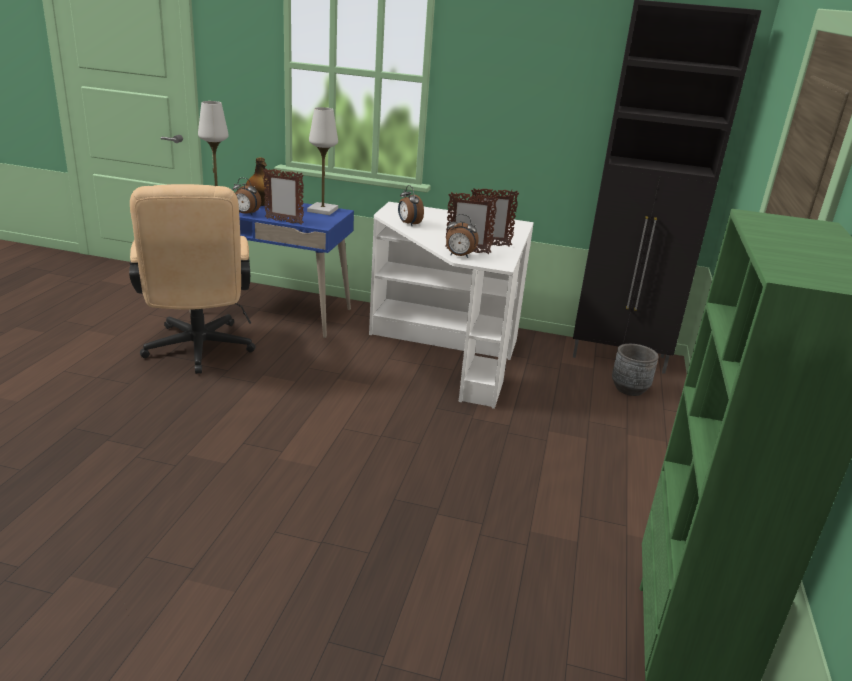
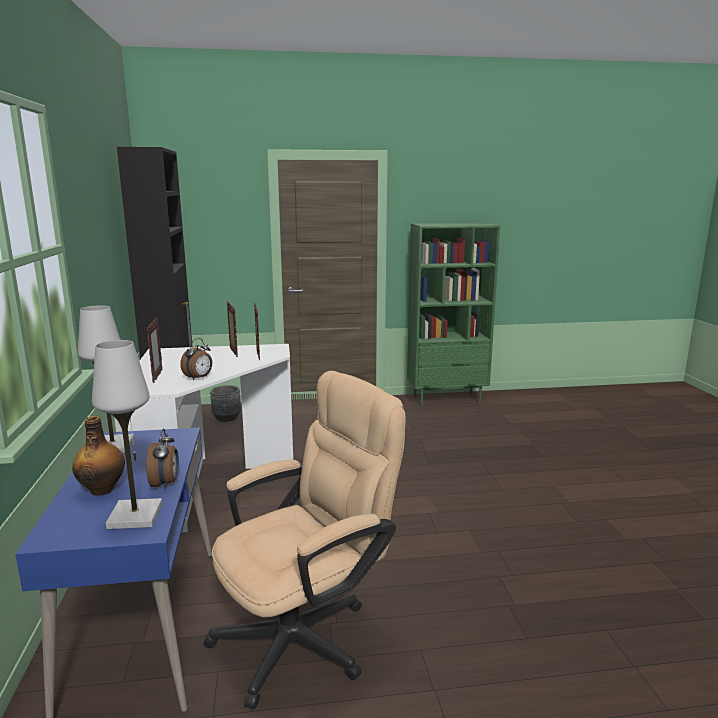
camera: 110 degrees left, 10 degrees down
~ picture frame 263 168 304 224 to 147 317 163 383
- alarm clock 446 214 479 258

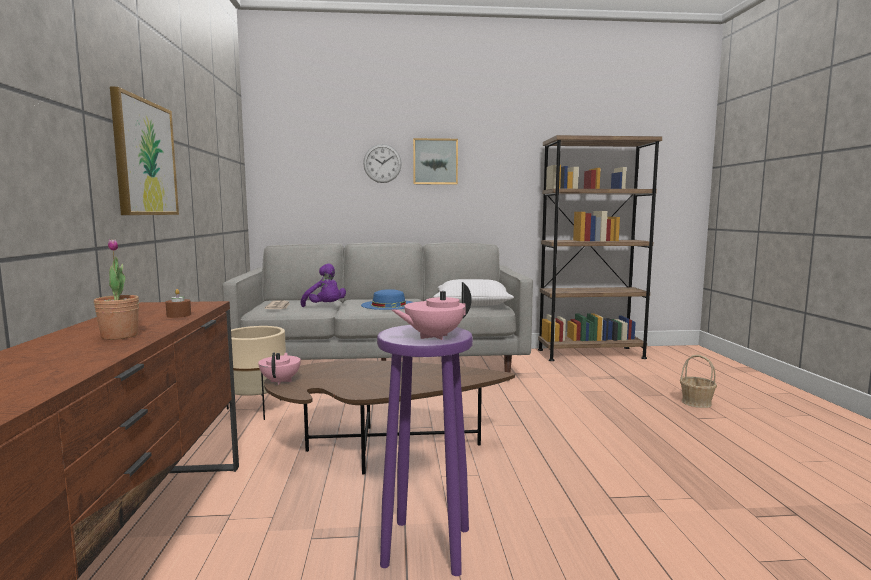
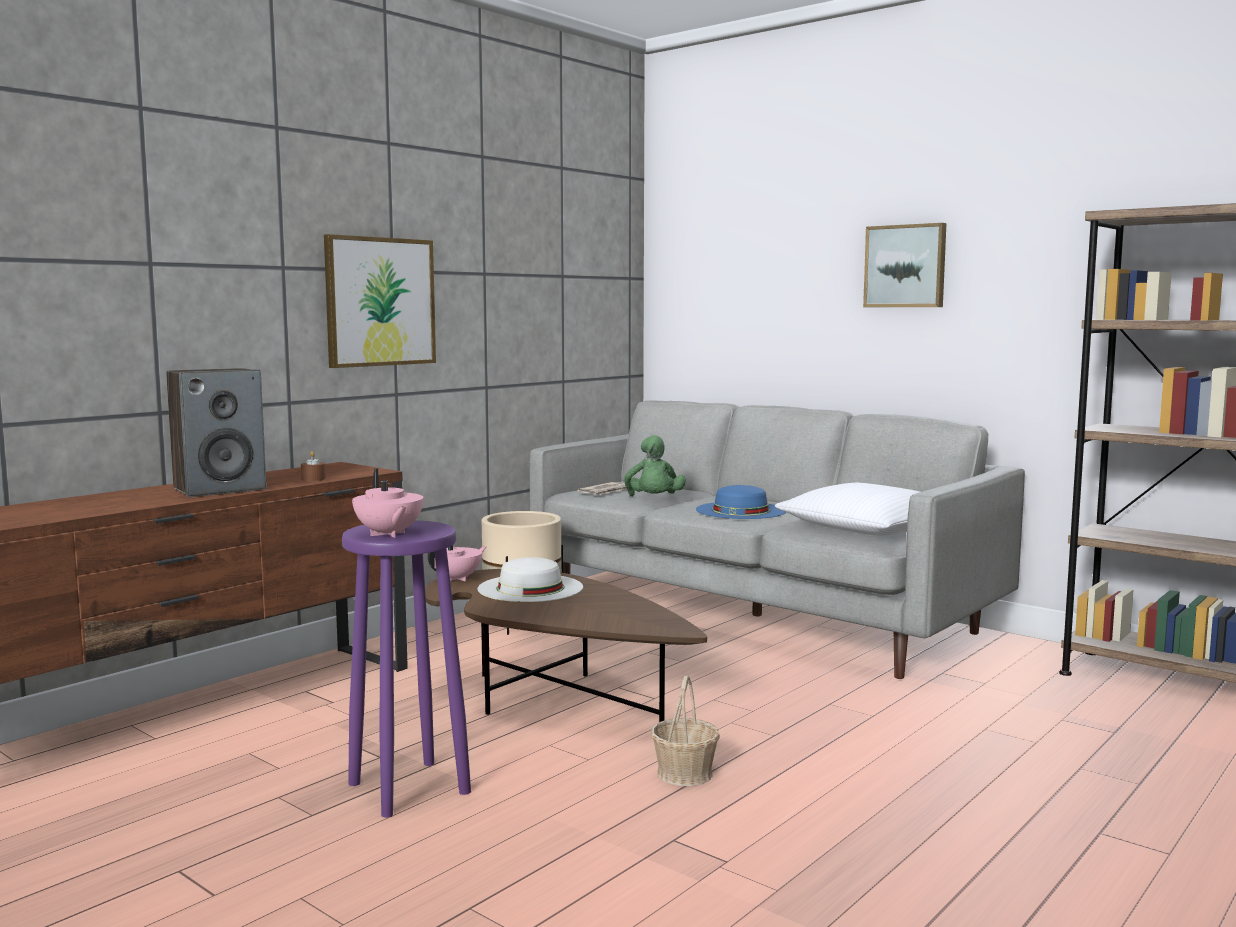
camera: 45 degrees right, 0 degrees up
~ potted plant 94 239 139 340 to speaker 166 368 266 497
~ purple plush toy 301 263 346 307 to green plush toy 624 435 686 496
- wall clock 363 144 402 183
~ pink teapot 392 282 472 340 = 352 469 423 538 135 degrees counterclockwise
~ basket 680 355 717 408 to 651 675 720 786
+ white hat 478 557 583 602

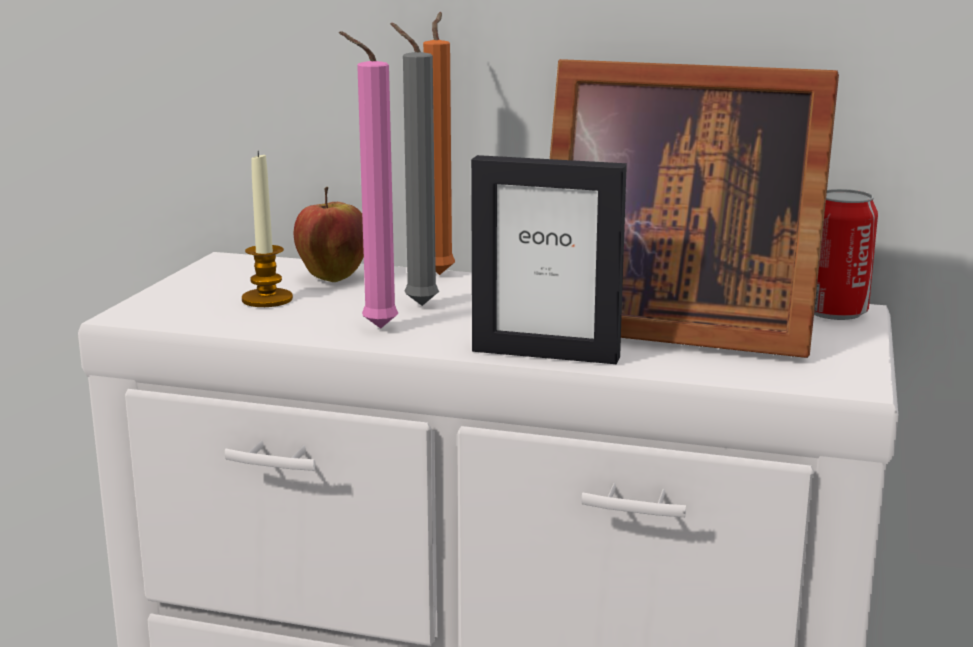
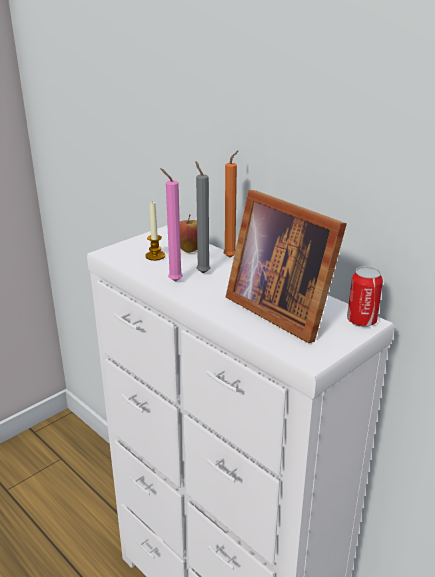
camera: 30 degrees right, 10 degrees up
- picture frame 471 155 627 364

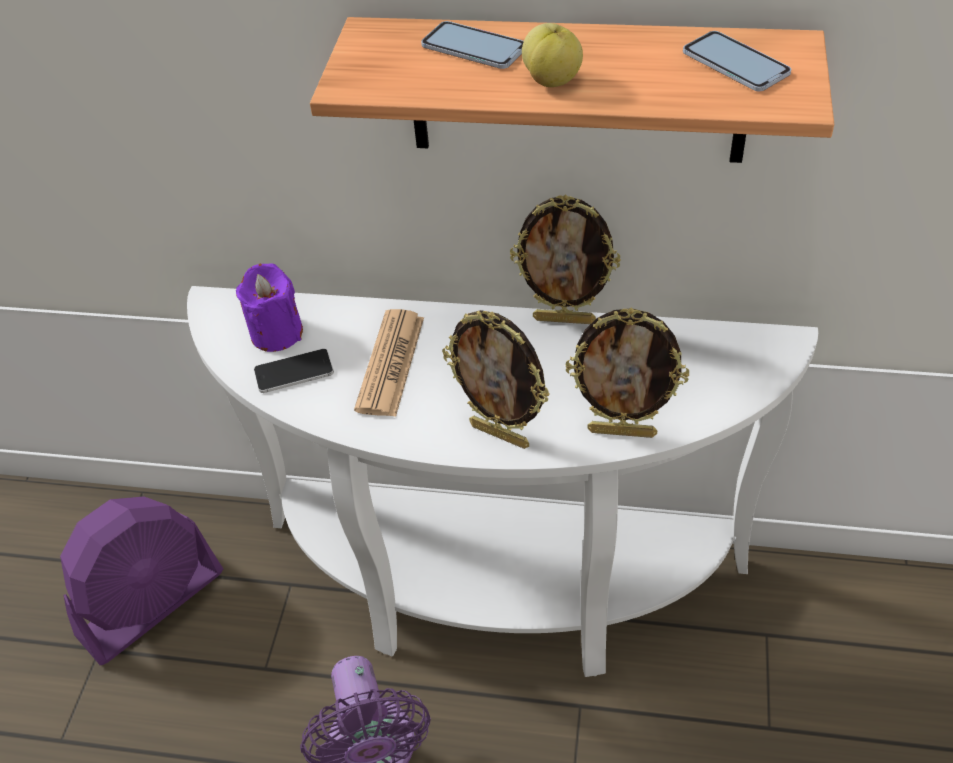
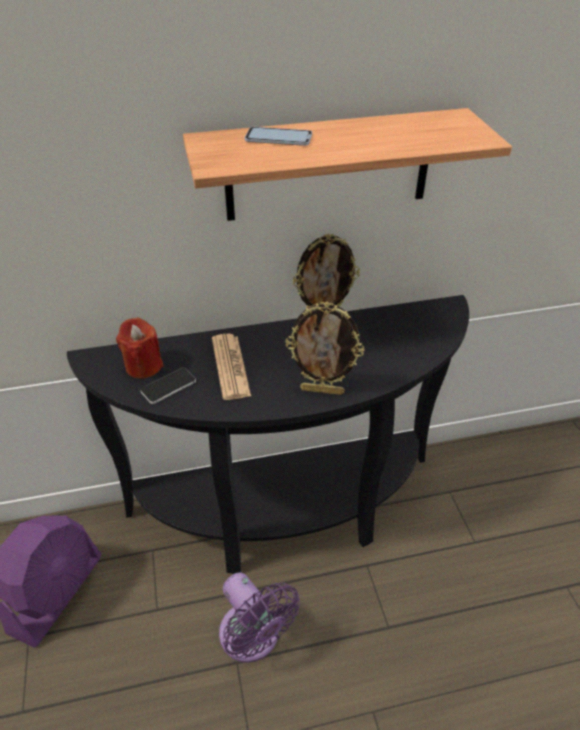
camera: 25 degrees left, 5 degrees down
~ white console table 187 286 818 677 to black console table 67 295 469 574
~ purple candle 236 263 303 352 to red candle 116 317 163 379
- apple 522 23 583 87
- picture frame 565 307 689 438
- phone 683 31 791 91

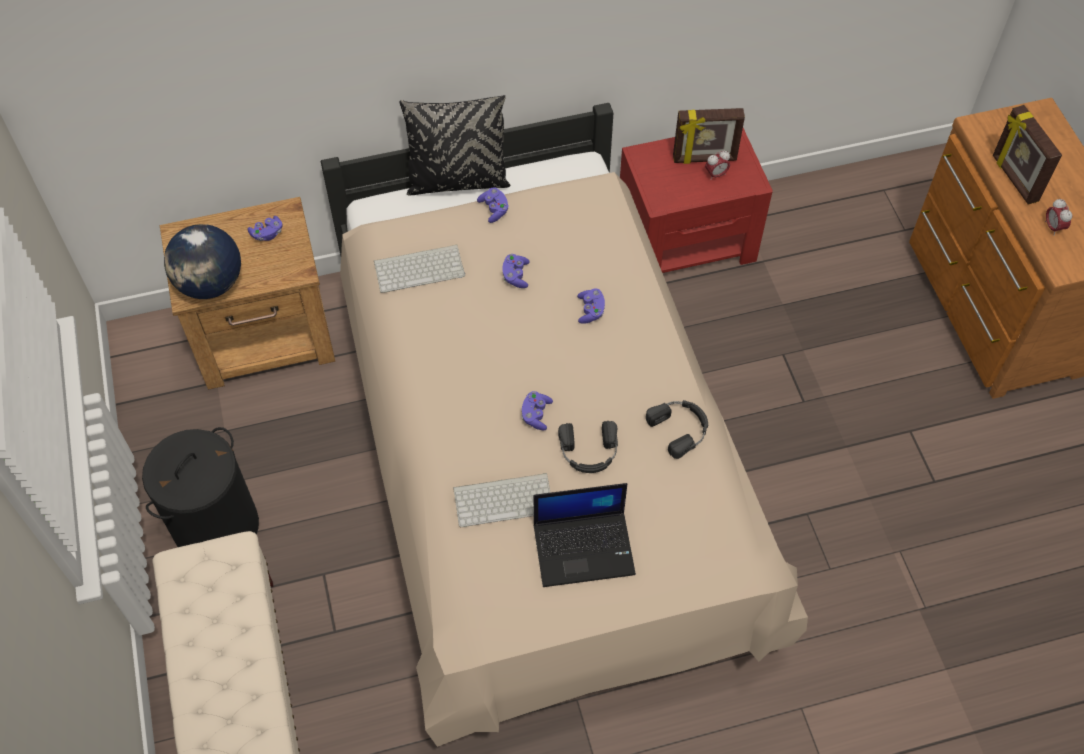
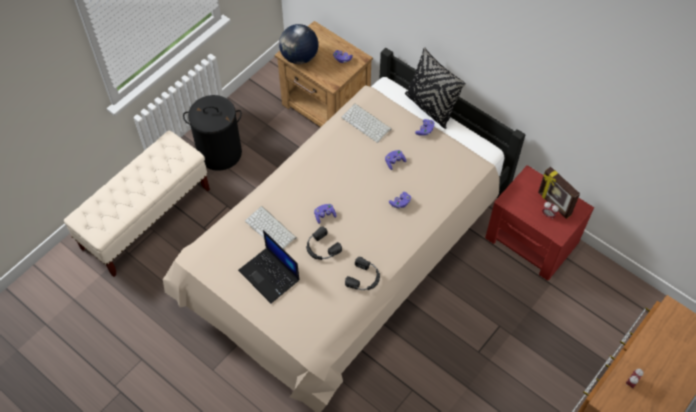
camera: 55 degrees right, 0 degrees up
- picture frame 993 105 1062 205

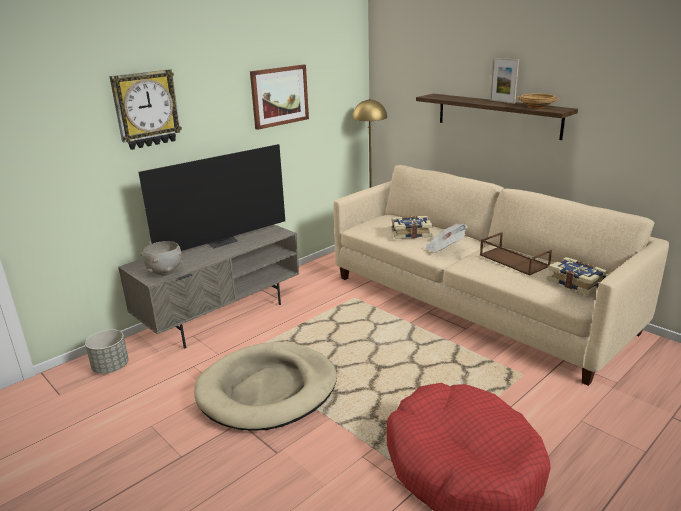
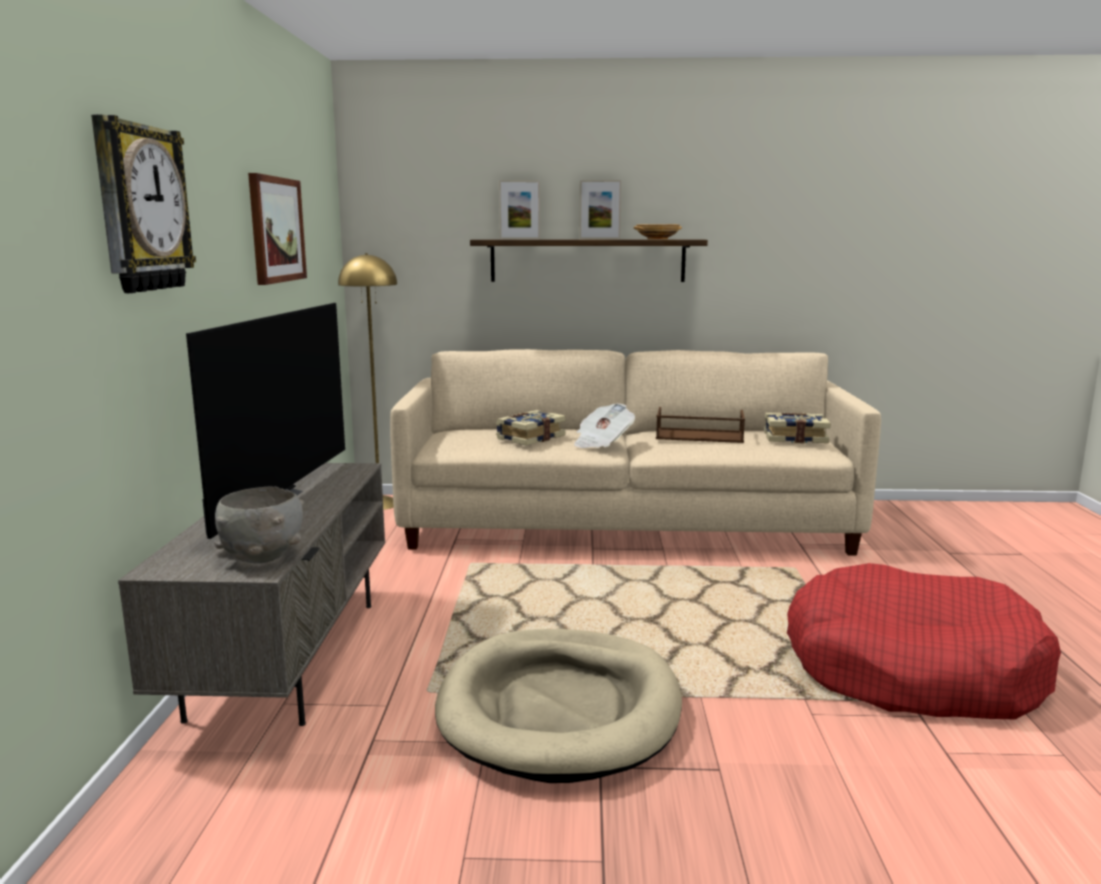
camera: 45 degrees left, 10 degrees down
- grey planter 85 330 129 374
+ picture frame 499 180 540 239

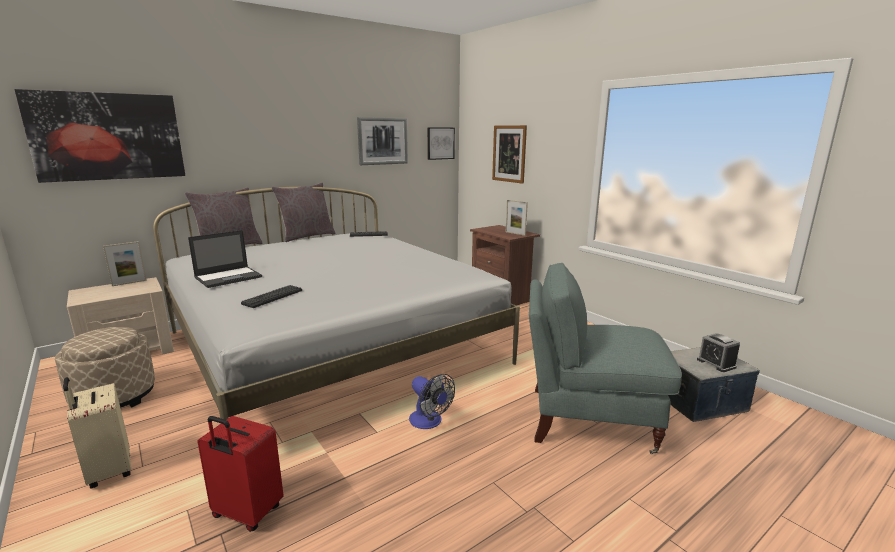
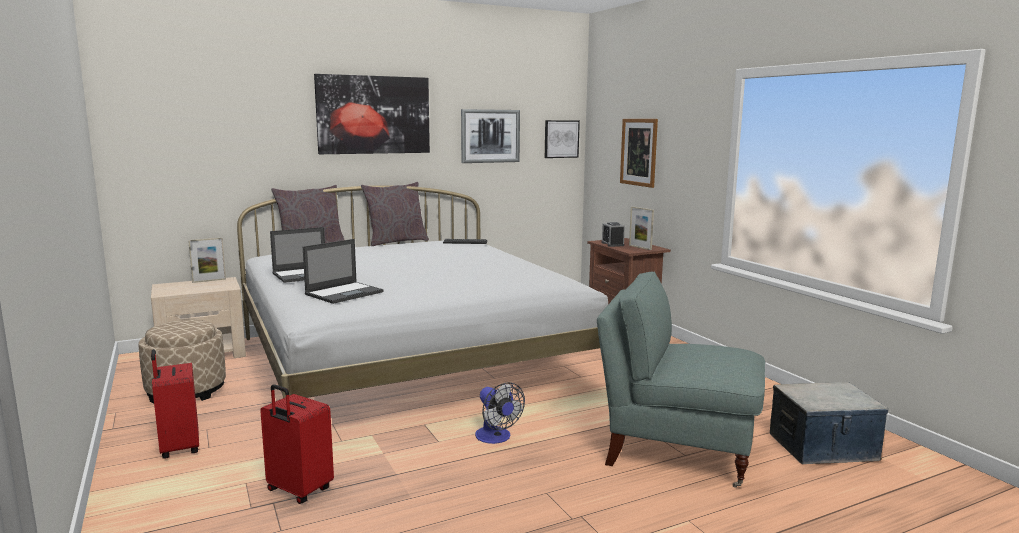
camera: 10 degrees right, 5 degrees down
~ picture 14 89 185 183 to 314 74 430 154
~ beige suitcase 63 377 131 489 to red suitcase 151 349 199 459
~ keyboard 241 285 302 308 to laptop 303 239 384 304
~ alarm clock 697 333 740 372 to 601 222 625 247

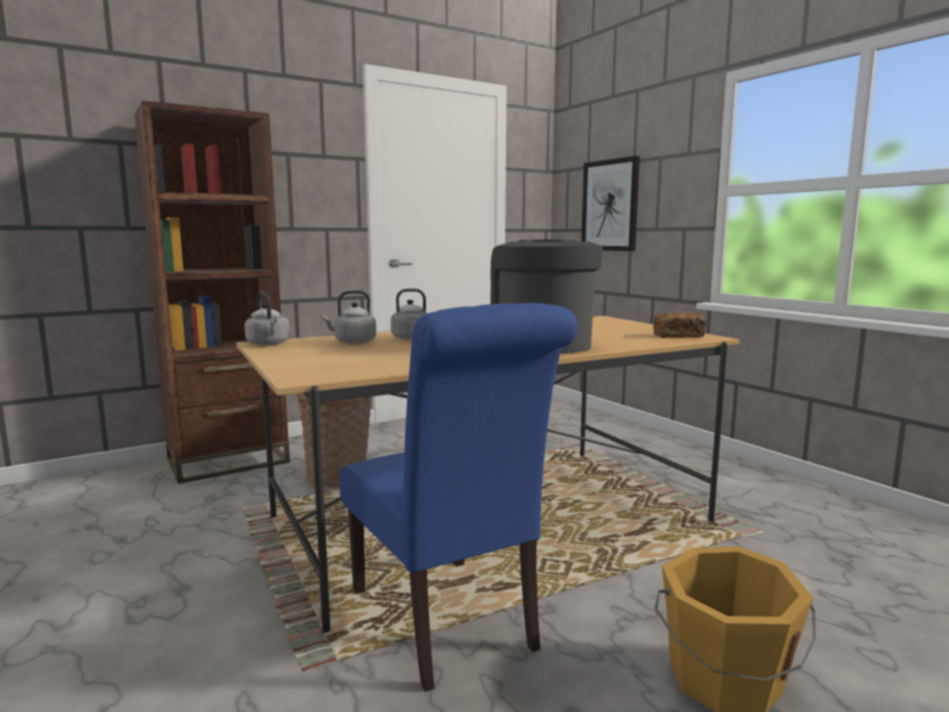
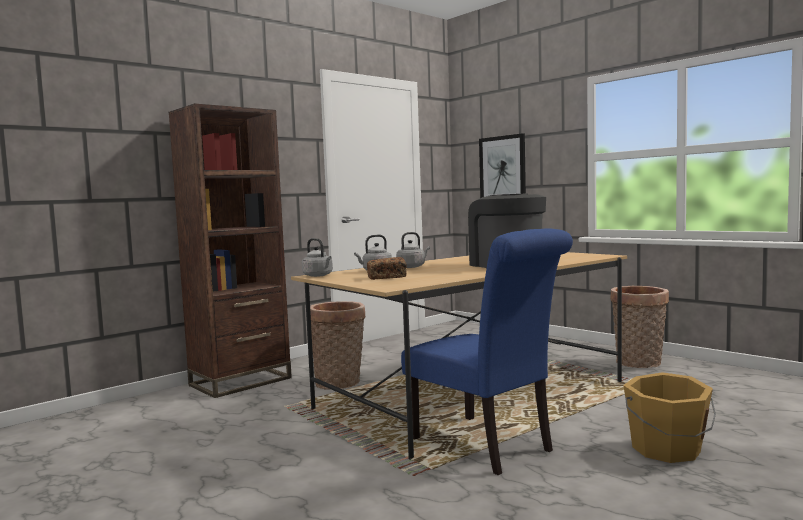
camera: 10 degrees left, 5 degrees down
~ bread 653 312 706 338 to 367 257 407 280
+ basket 610 286 669 368

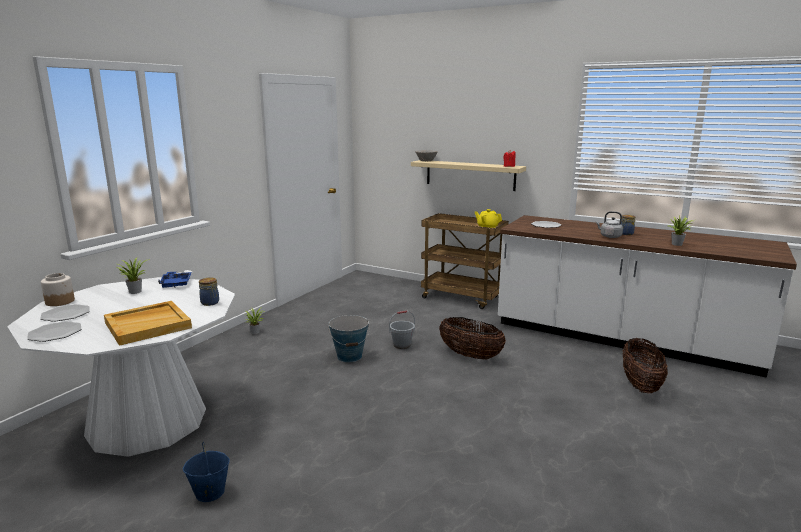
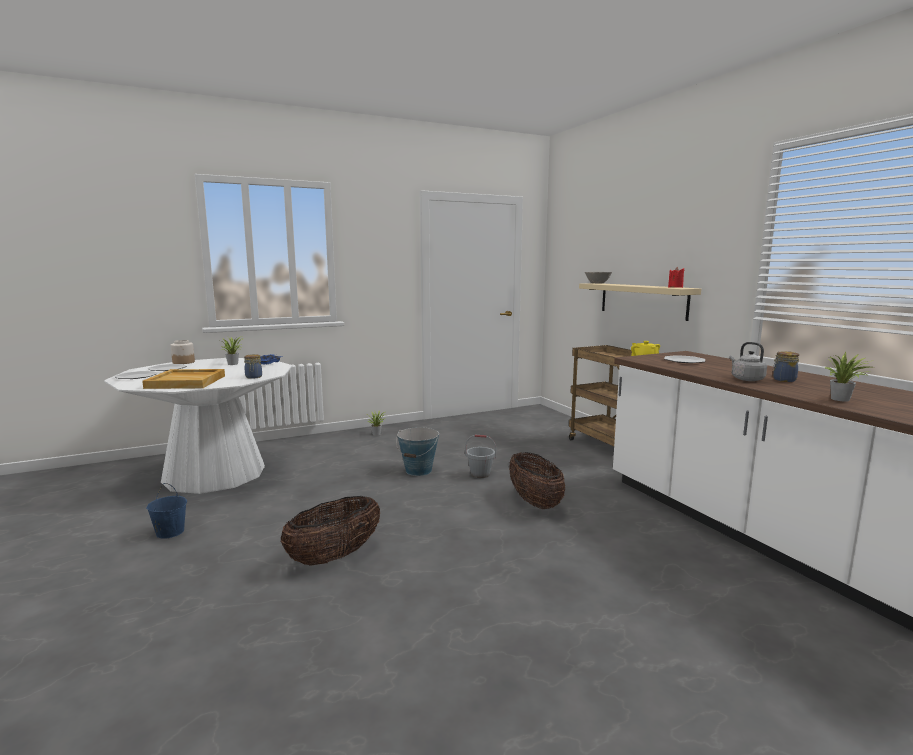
camera: 35 degrees right, 5 degrees down
~ basket 623 338 668 393 to 281 496 380 566

